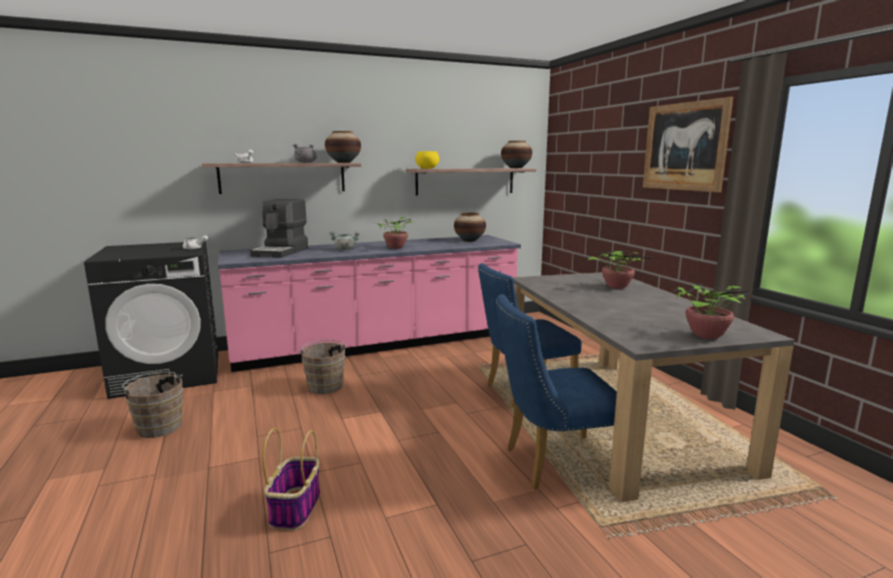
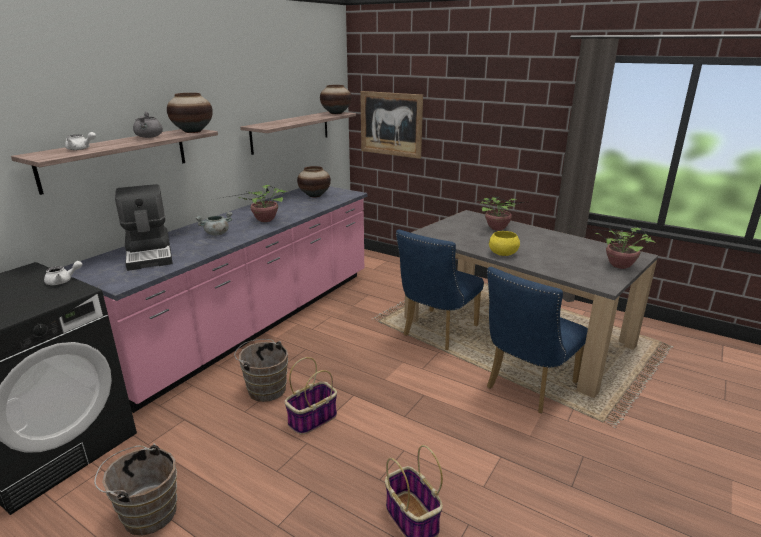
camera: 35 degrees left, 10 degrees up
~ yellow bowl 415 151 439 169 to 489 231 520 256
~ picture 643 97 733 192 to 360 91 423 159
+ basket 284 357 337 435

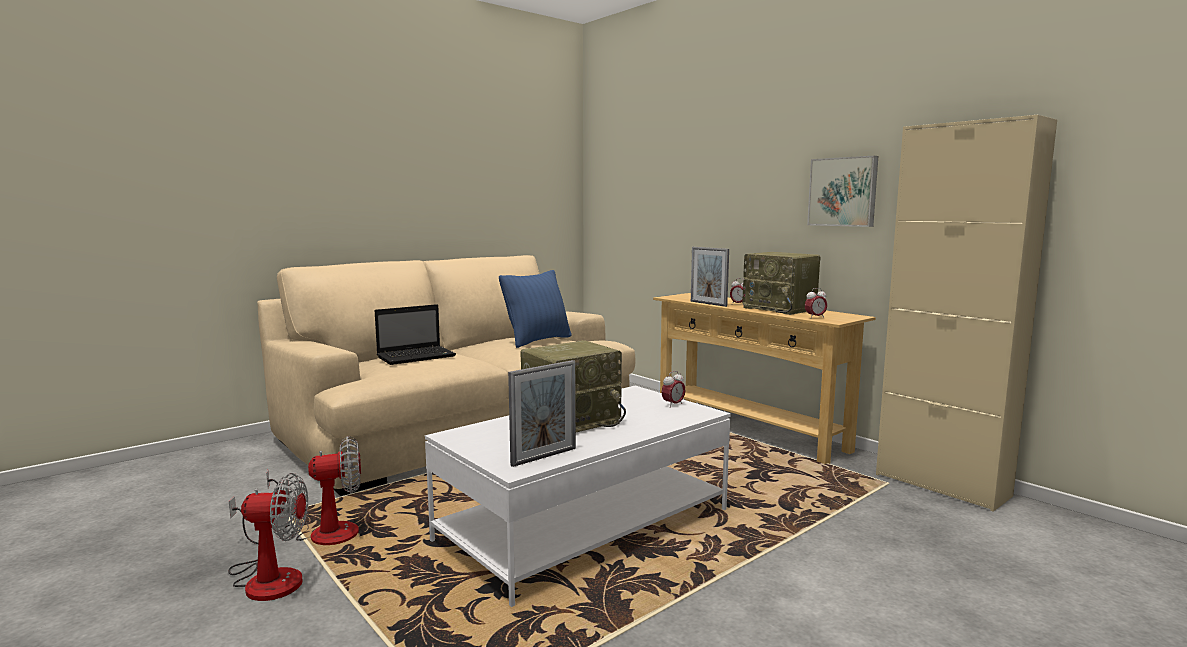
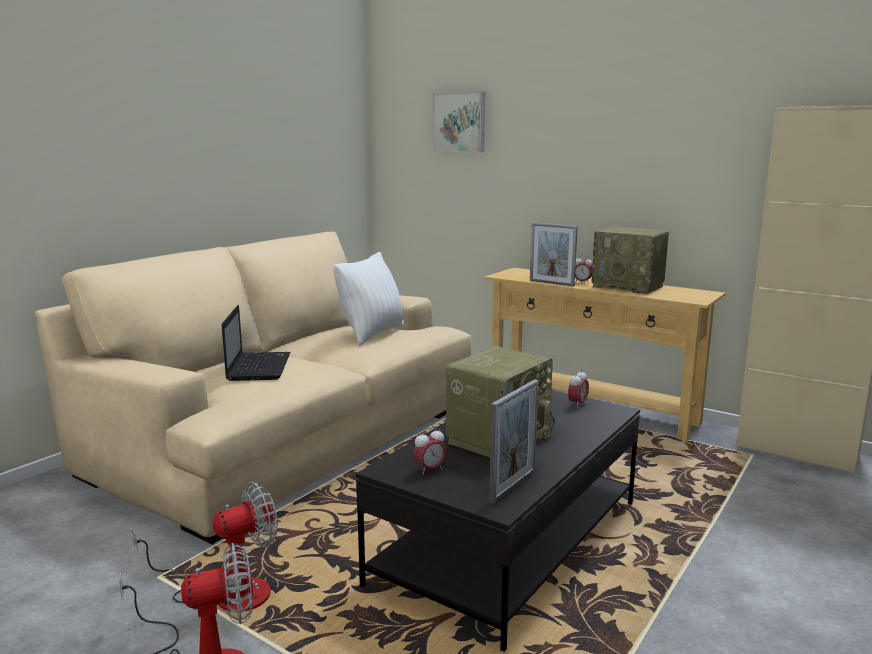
camera: 15 degrees left, 5 degrees up
~ laptop 375 304 456 365 = 222 305 291 381 45 degrees counterclockwise
~ white coffee table 425 386 731 607 to black coffee table 356 390 640 652
~ blue pillow 499 270 572 348 to white pillow 333 252 404 346
~ alarm clock 805 288 827 318 to 413 427 446 475
~ picture 807 156 878 227 to 433 92 485 152

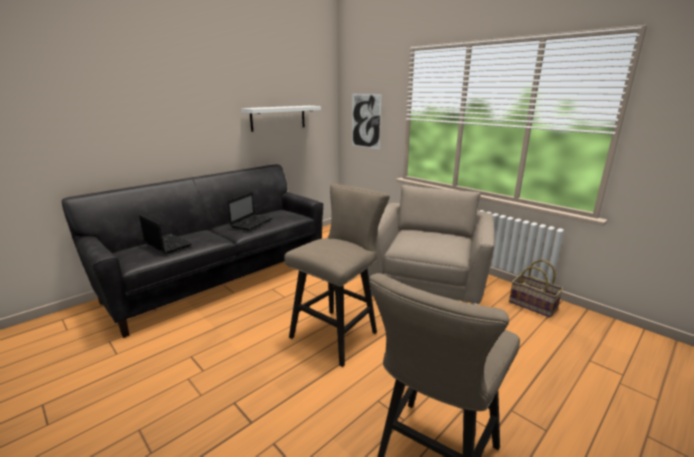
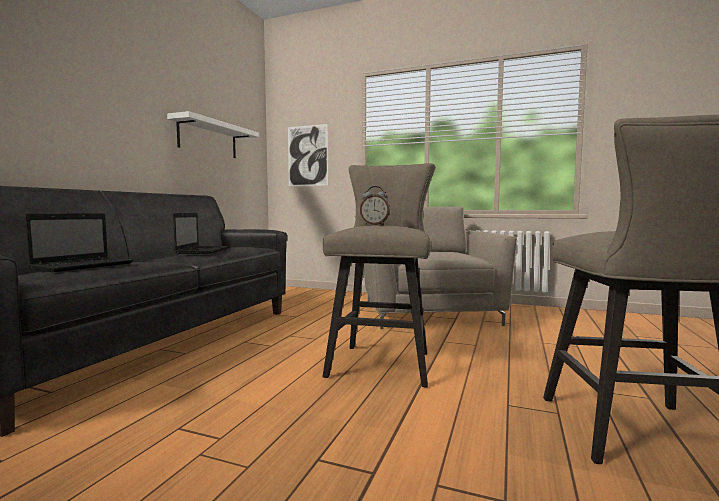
camera: 25 degrees left, 15 degrees down
~ laptop 139 215 192 254 = 25 213 133 272 105 degrees clockwise
- basket 509 260 563 317
+ alarm clock 360 186 390 225

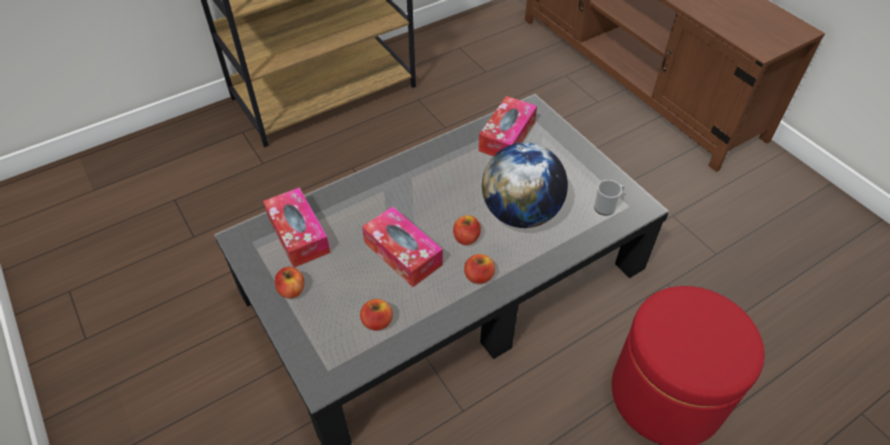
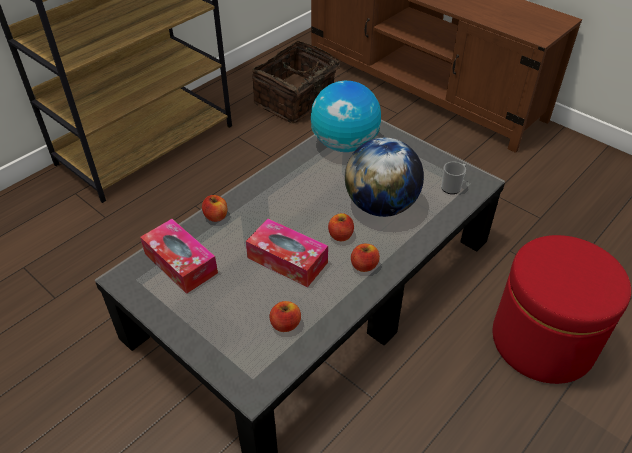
camera: 15 degrees left, 5 degrees down
~ apple 275 267 304 299 to 202 195 227 222
~ tissue box 478 96 537 156 to globe 311 81 381 152
+ basket 252 41 348 124

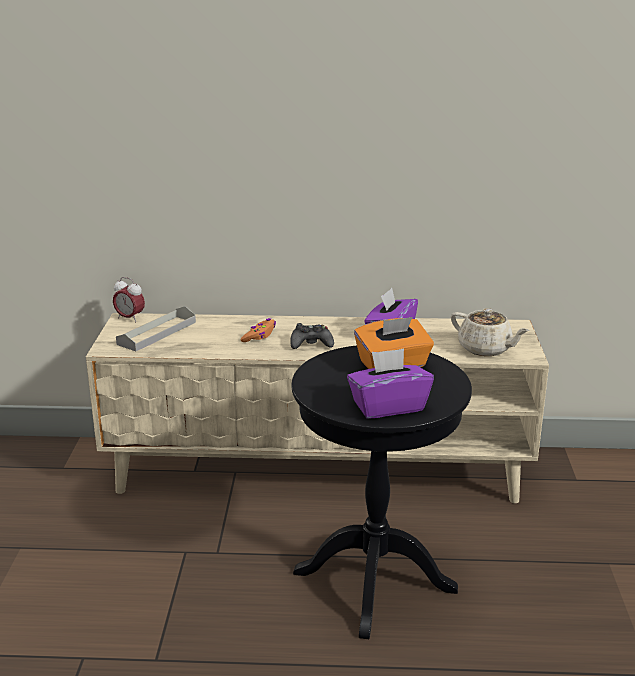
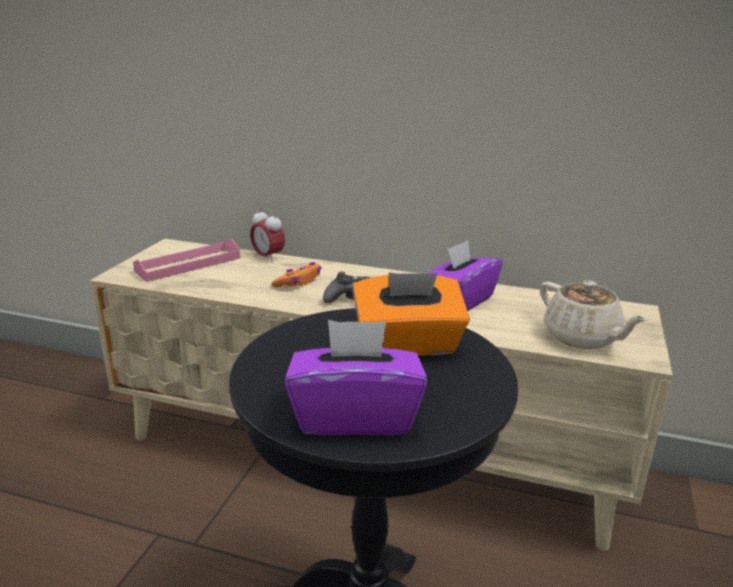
camera: 15 degrees right, 0 degrees up
~ alarm clock 113 277 145 322 to 250 207 285 263
~ grey tray 116 306 196 352 to pink tray 133 238 240 282

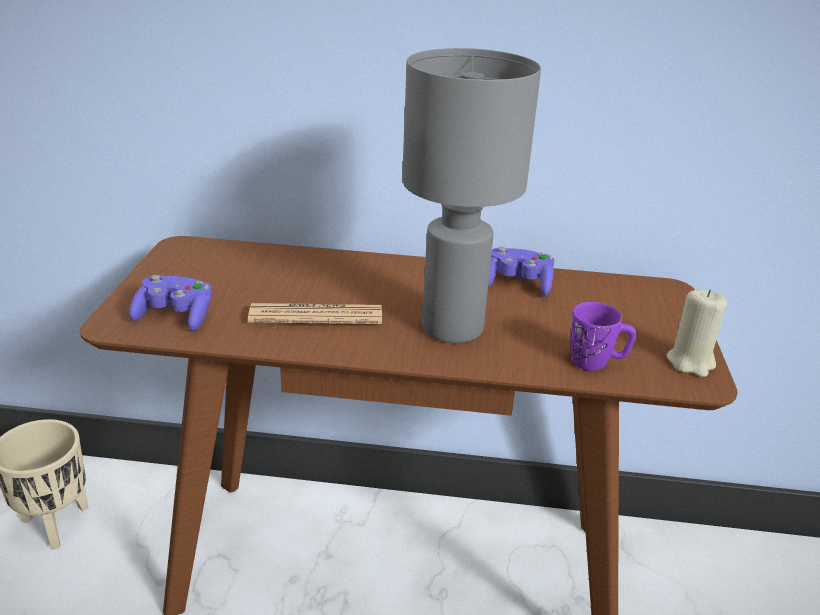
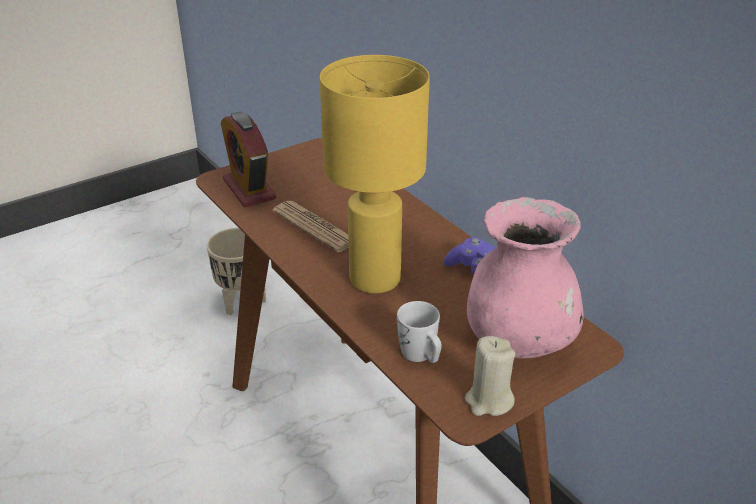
camera: 50 degrees right, 5 degrees up
~ purple game controller 129 275 212 331 to alarm clock 221 112 276 207
~ grey table lamp 402 48 541 343 to yellow table lamp 320 55 430 293
~ purple mug 570 302 637 371 to white mug 397 301 442 363
+ pink vase 467 197 583 359

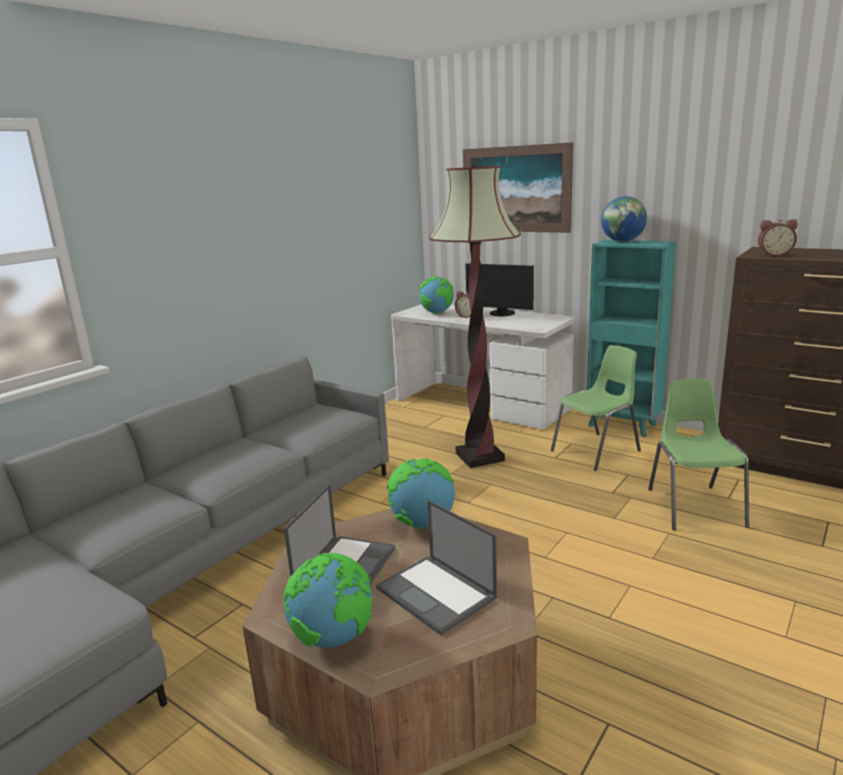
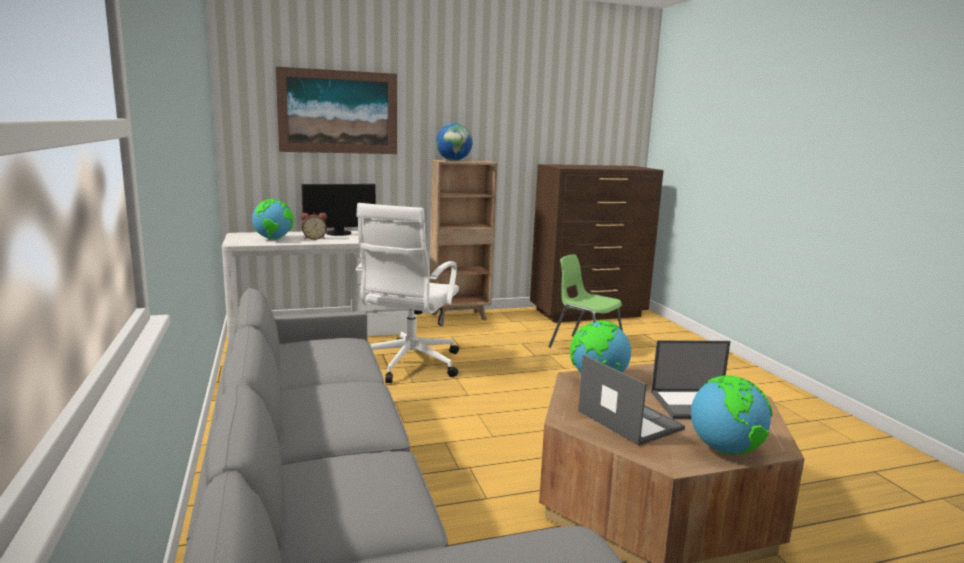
camera: 55 degrees left, 5 degrees down
~ floor lamp 430 166 521 468 to white office chair 356 203 459 383
- green chair 551 345 641 471
~ turquoise bookcase 587 240 676 437 to brown bookcase 430 160 497 320
- alarm clock 758 219 798 256

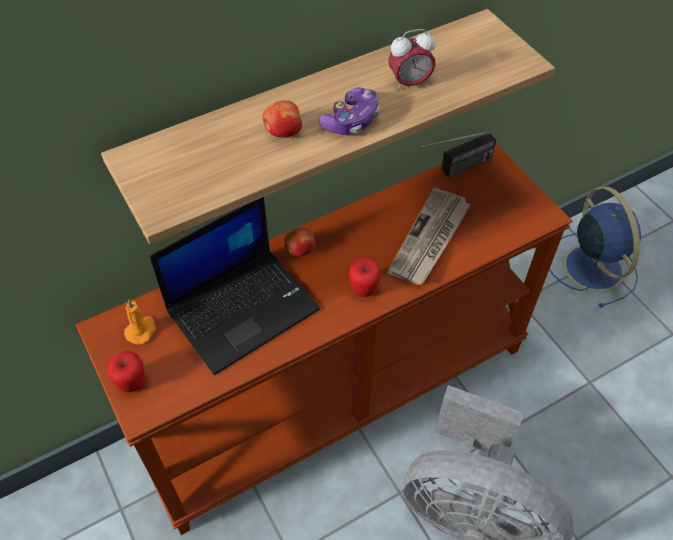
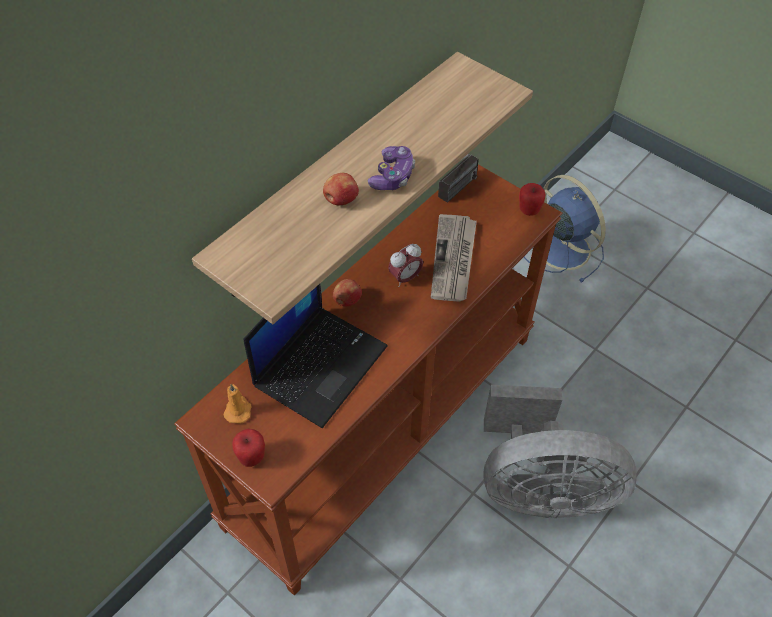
camera: 20 degrees left, 0 degrees up
~ apple 349 258 381 297 to 519 183 545 216
~ alarm clock 388 29 436 91 to 388 244 423 287

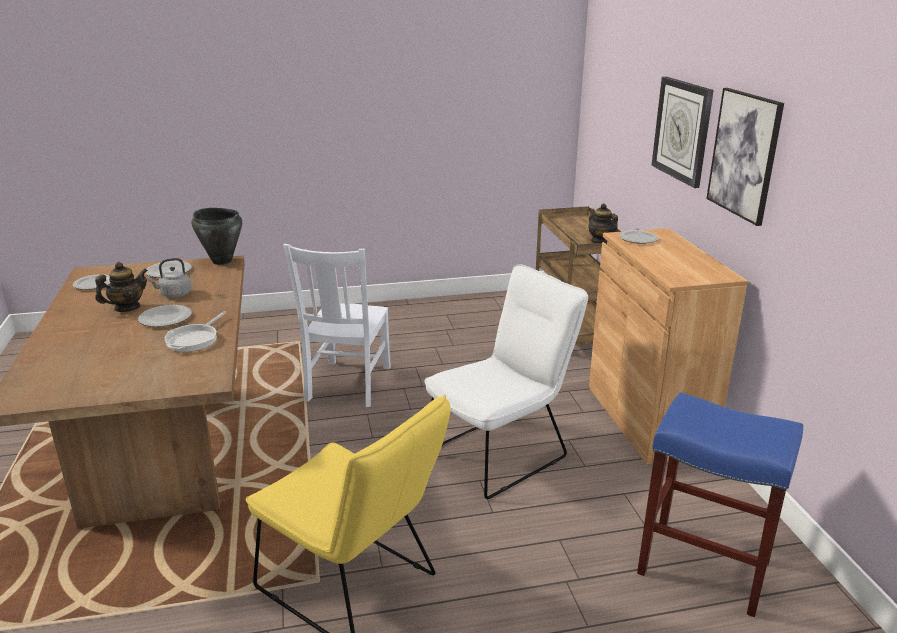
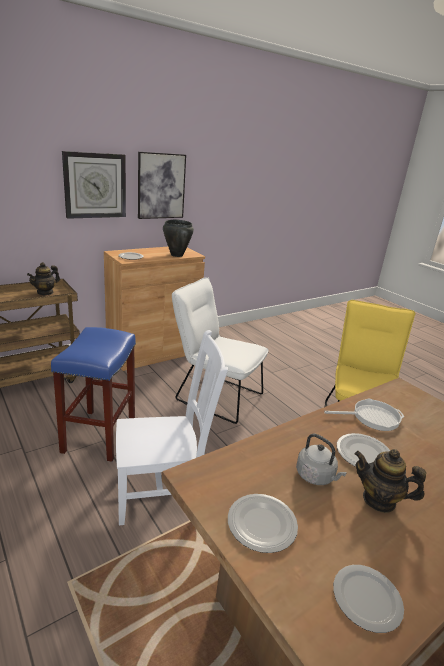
camera: 115 degrees left, 0 degrees up
~ black cooking pot 192 208 242 265 to 163 219 194 257
~ blue stool 637 392 803 617 to 51 327 136 462

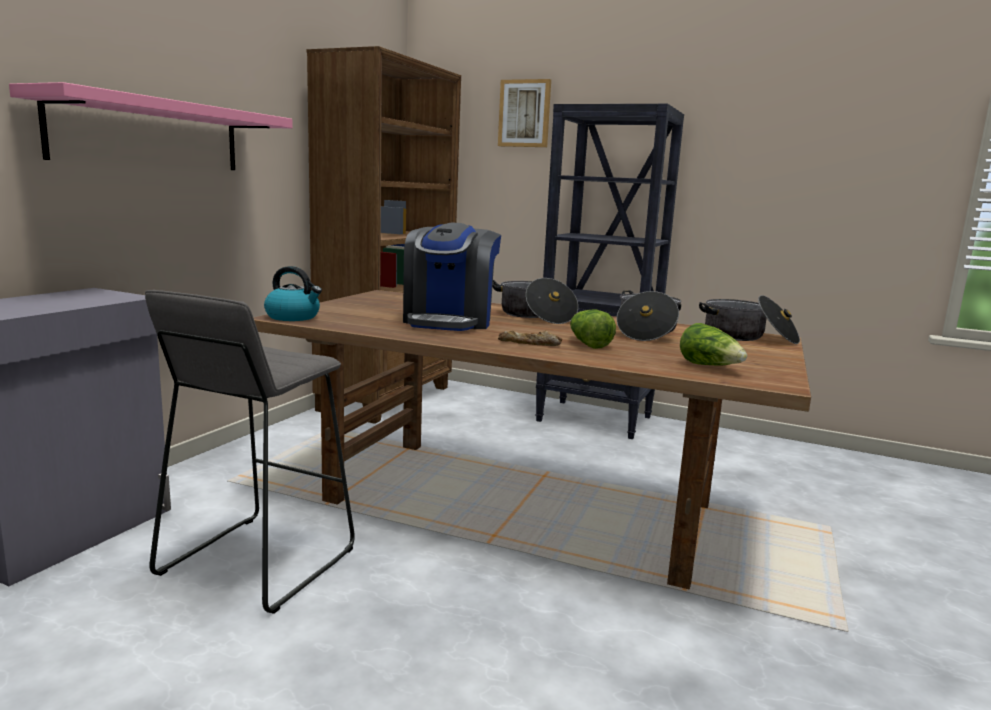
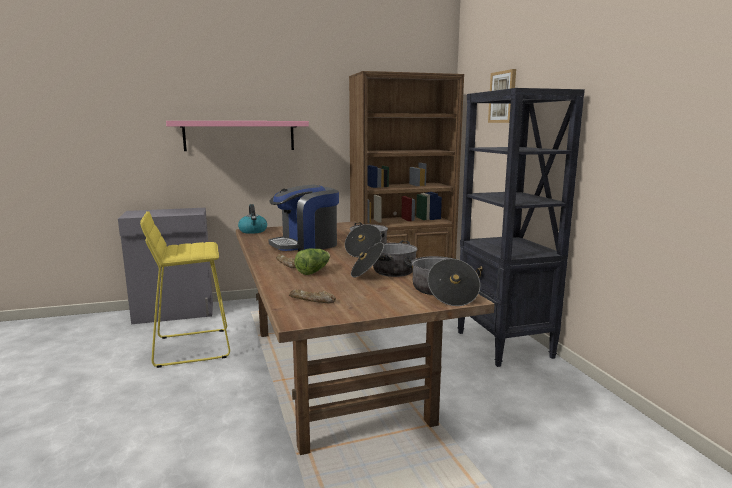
camera: 50 degrees right, 0 degrees up
~ grey stool 145 290 355 614 to yellow stool 140 211 230 368
~ lettuce 680 323 747 366 to bread 289 289 336 304

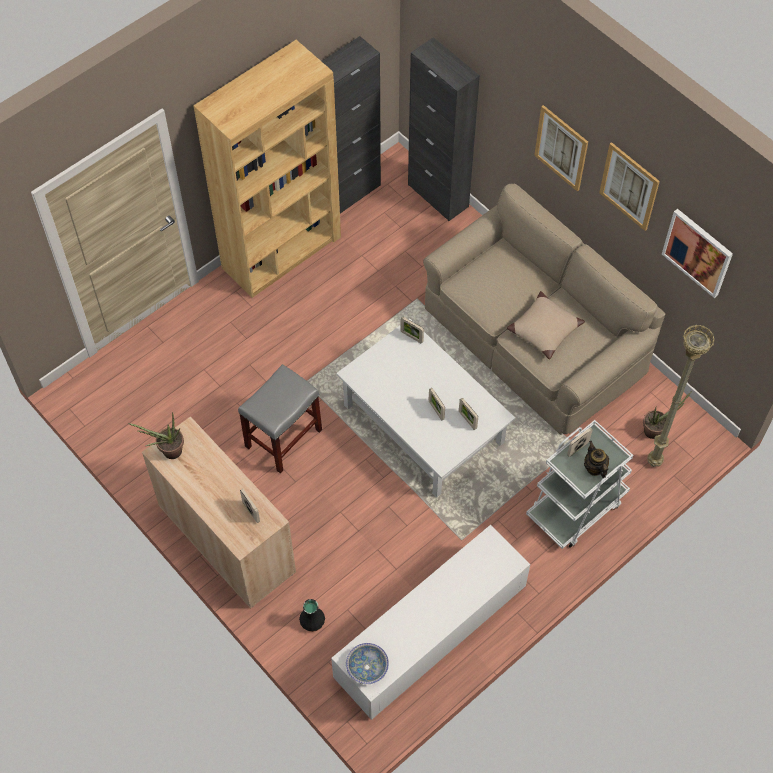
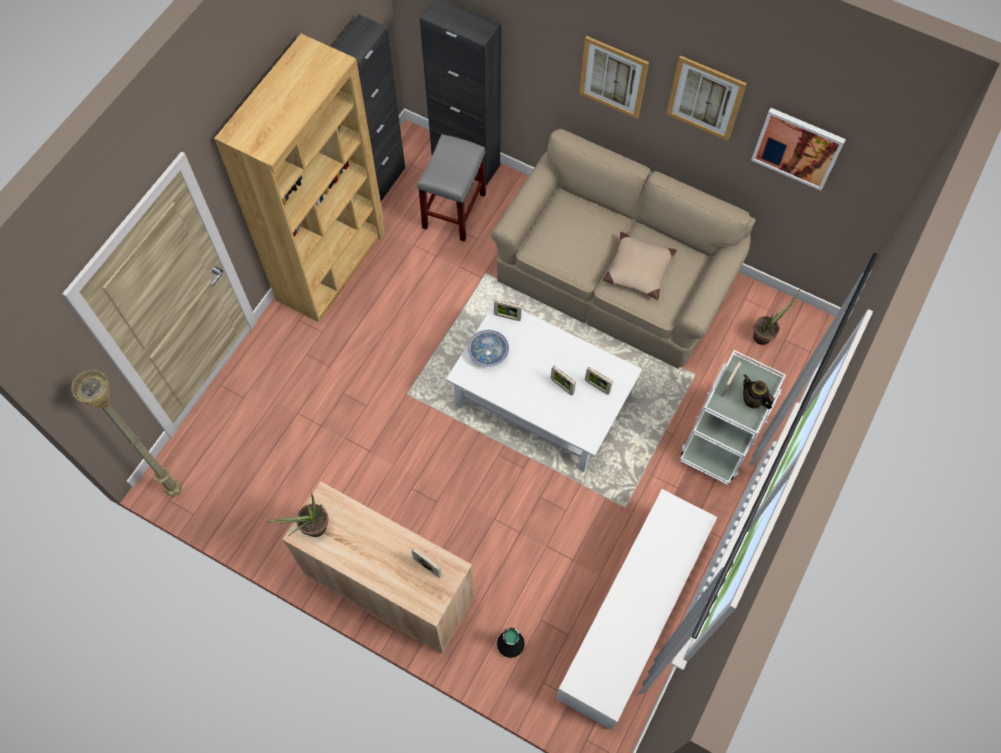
camera: 20 degrees left, 5 degrees up
~ grey stool 238 364 322 474 to 418 134 486 242
~ bowl 346 643 389 684 to 468 330 509 367
~ beige floor lamp 647 325 715 467 to 70 369 182 497

